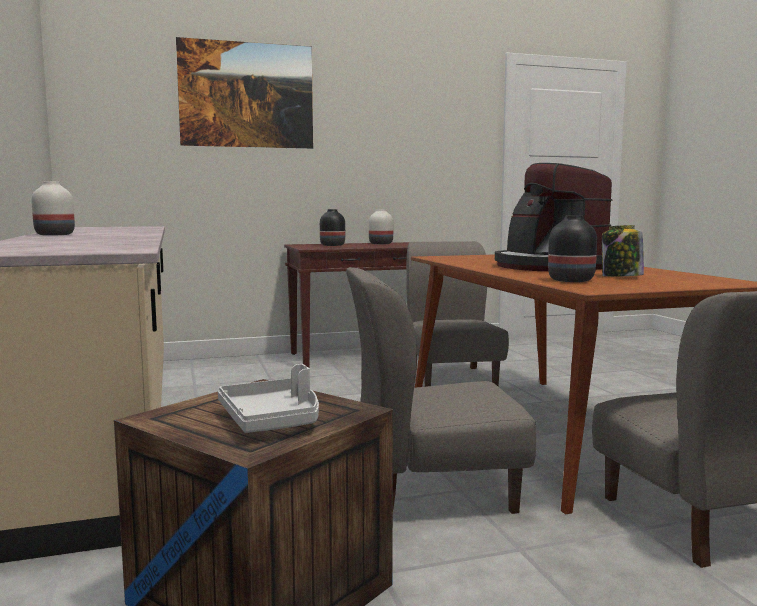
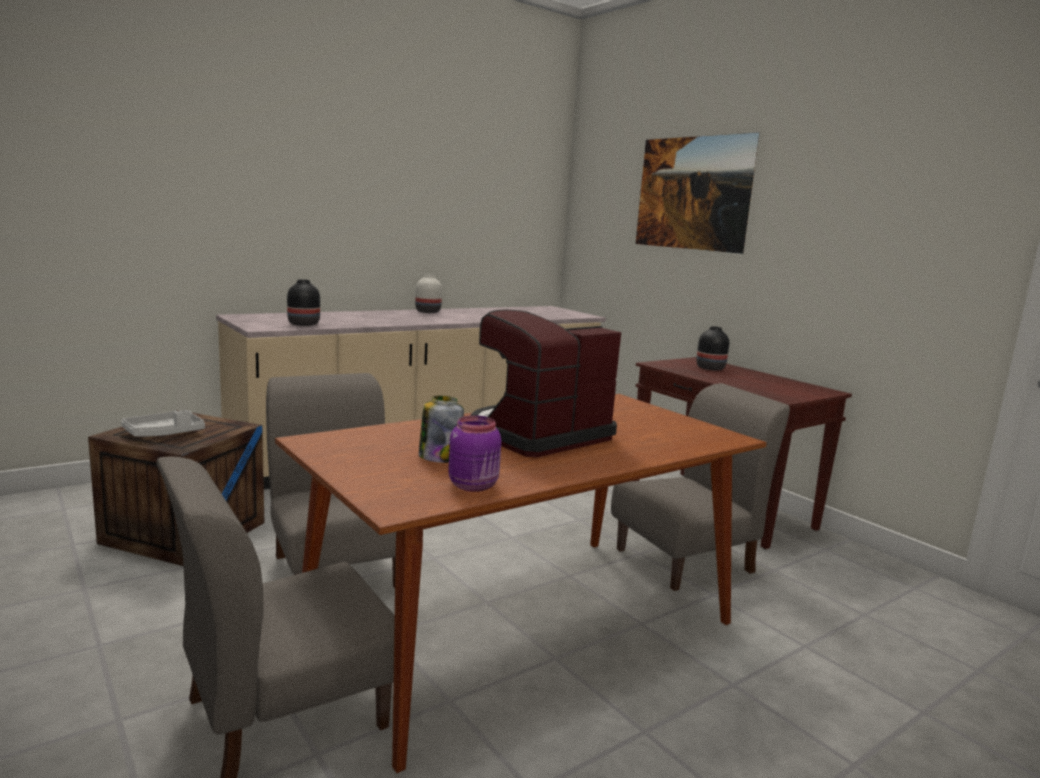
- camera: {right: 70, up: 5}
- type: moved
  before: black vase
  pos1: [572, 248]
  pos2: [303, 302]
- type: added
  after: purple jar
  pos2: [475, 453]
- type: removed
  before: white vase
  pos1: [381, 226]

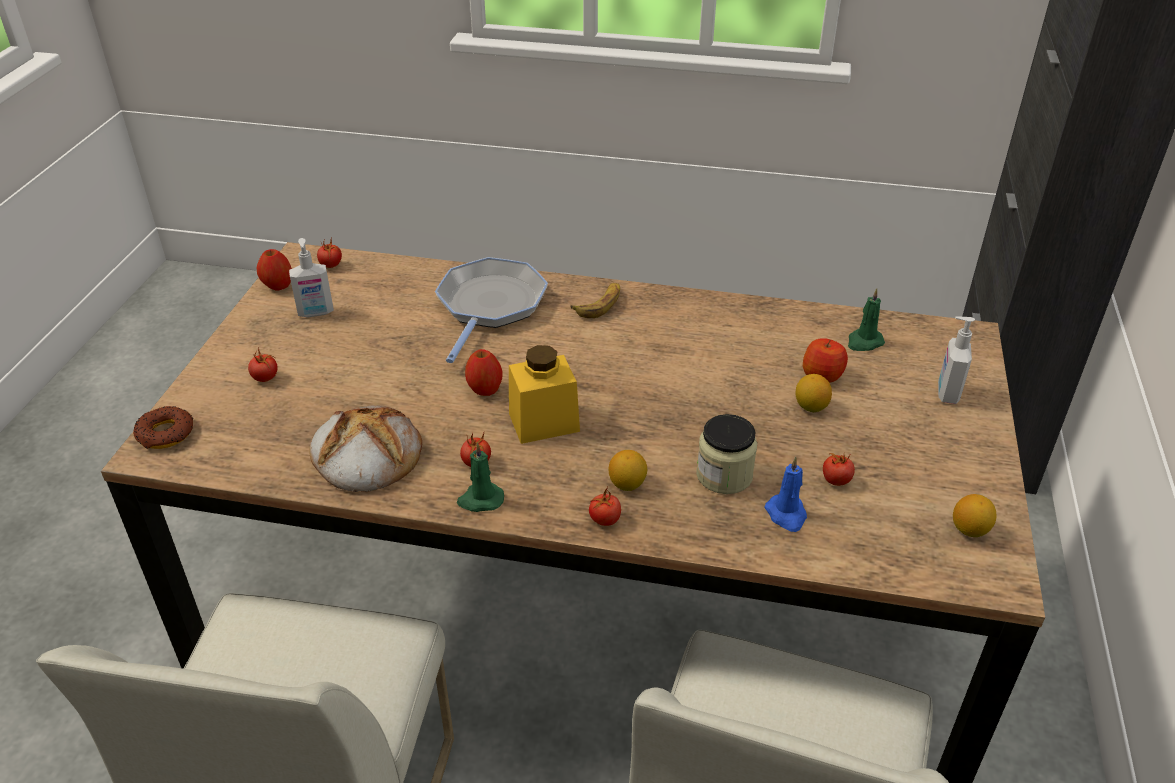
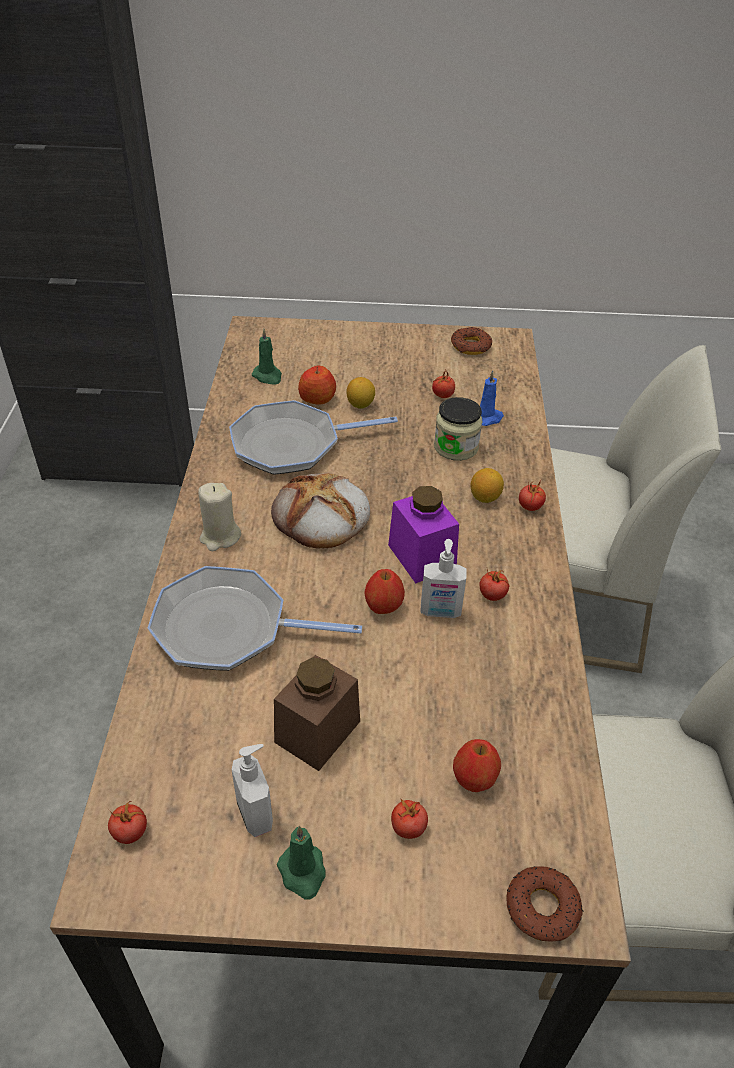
- camera: {right: -100, up: 5}
- type: replaced
  before: banana
  after: beige candle
  pos1: [595, 300]
  pos2: [219, 517]
- type: added
  after: frying pan
  pos2: [313, 437]
- type: moved
  before: bread
  pos1: [365, 449]
  pos2: [320, 511]
- type: added
  after: brown jar
  pos2: [317, 713]
- type: moved
  before: green candle
  pos1: [480, 477]
  pos2: [301, 863]
- type: recoloured
  before: yellow jar
  after: purple jar
  pos1: [544, 394]
  pos2: [423, 534]
- type: moved
  before: soap dispenser
  pos1: [956, 360]
  pos2: [443, 578]
- type: replaced
  before: lemon
  after: donut
  pos1: [975, 515]
  pos2: [471, 341]
- type: moved
  before: apple
  pos1: [274, 269]
  pos2: [477, 765]

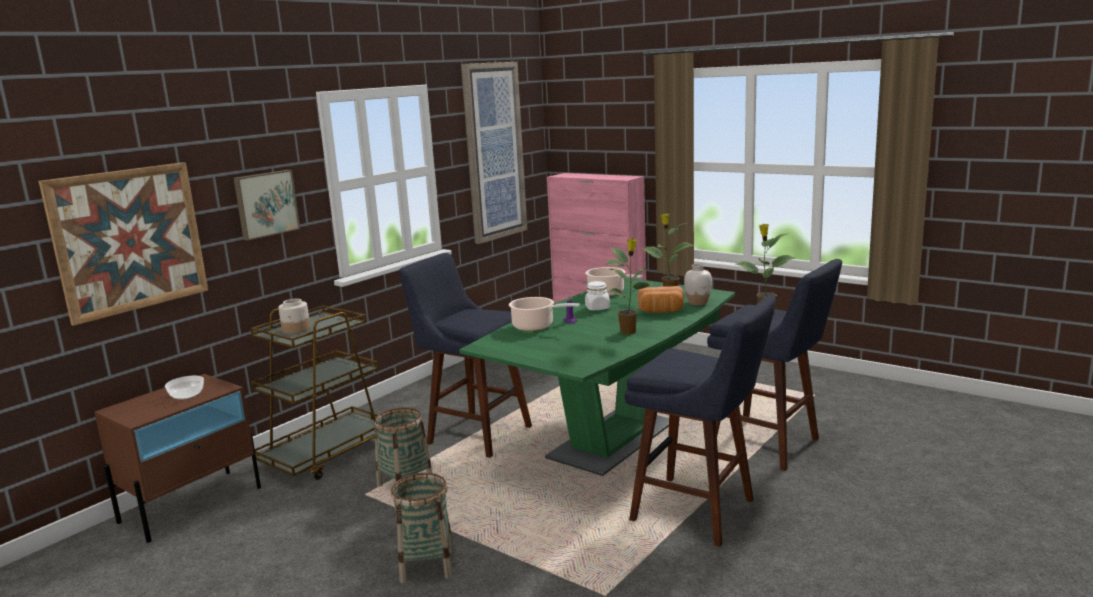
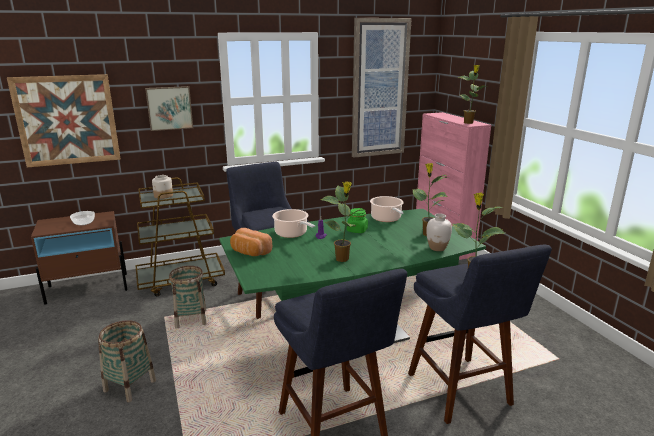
- camera: {right: 30, up: 5}
- type: moved
  before: bread
  pos1: [660, 299]
  pos2: [251, 242]
- type: recoloured
  before: white jar
  after: green jar
  pos1: [597, 295]
  pos2: [357, 220]
- type: added
  after: potted plant
  pos2: [473, 94]

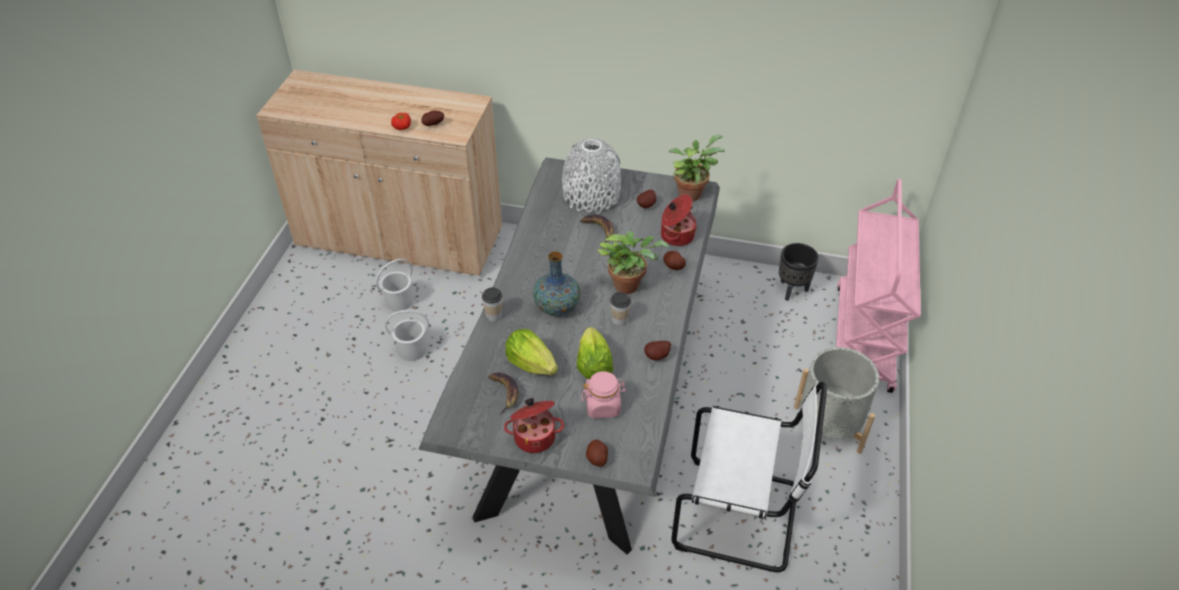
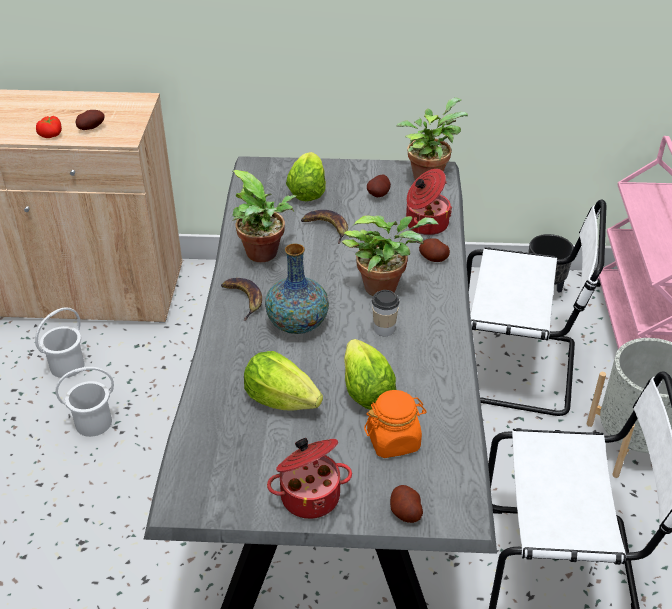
- camera: {right: -10, up: -5}
- type: moved
  before: banana
  pos1: [503, 393]
  pos2: [241, 299]
- type: added
  after: potted plant
  pos2: [264, 216]
- type: replaced
  before: white vase
  after: lettuce
  pos1: [591, 176]
  pos2: [306, 176]
- type: recoloured
  before: pink jar
  after: orange jar
  pos1: [603, 394]
  pos2: [395, 424]
- type: added
  after: white chair
  pos2: [536, 307]
- type: removed
  before: cup
  pos1: [492, 304]
- type: removed
  before: potato
  pos1: [657, 350]

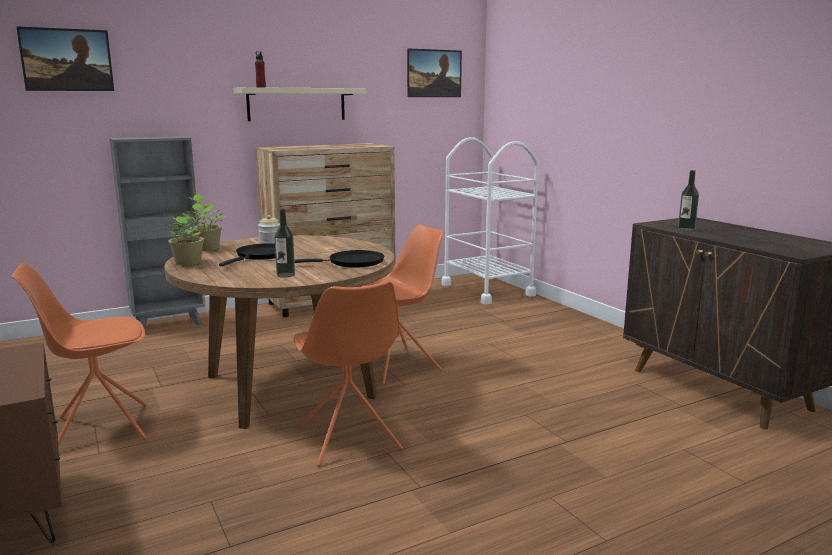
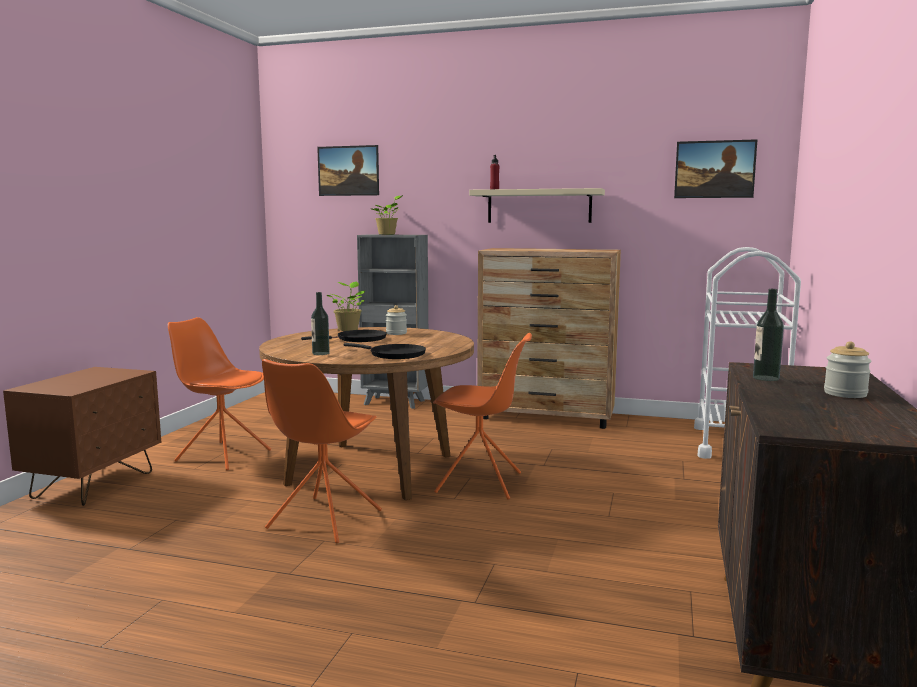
- camera: {right: 45, up: -5}
- type: moved
  before: potted plant
  pos1: [187, 234]
  pos2: [387, 215]
- type: added
  after: jar
  pos2: [848, 369]

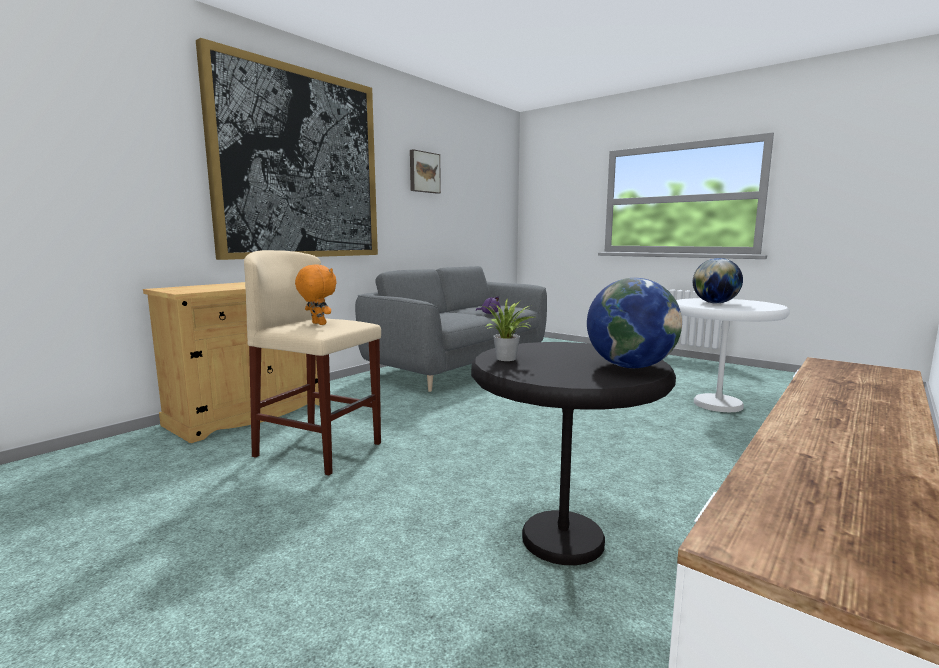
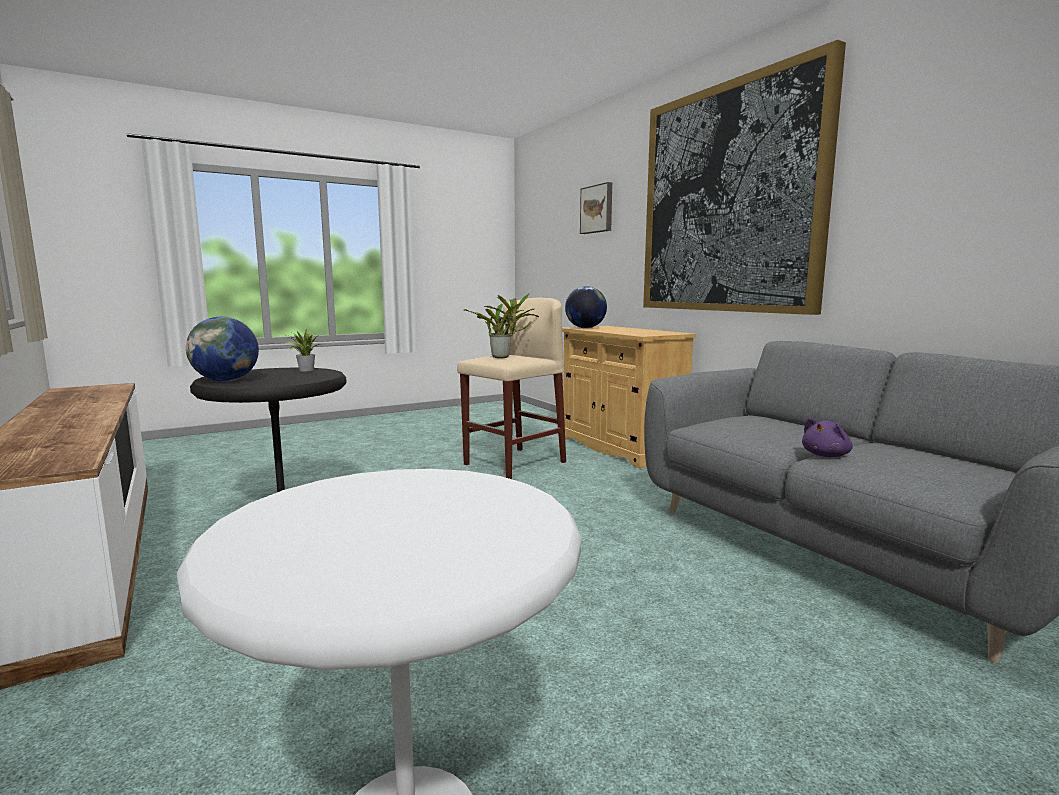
- camera: {right: 110, up: 0}
- type: replaced
  before: orange plush toy
  after: potted plant
  pos1: [316, 294]
  pos2: [501, 325]
- type: moved
  before: globe
  pos1: [718, 281]
  pos2: [586, 307]
- type: moved
  before: picture
  pos1: [425, 171]
  pos2: [596, 208]

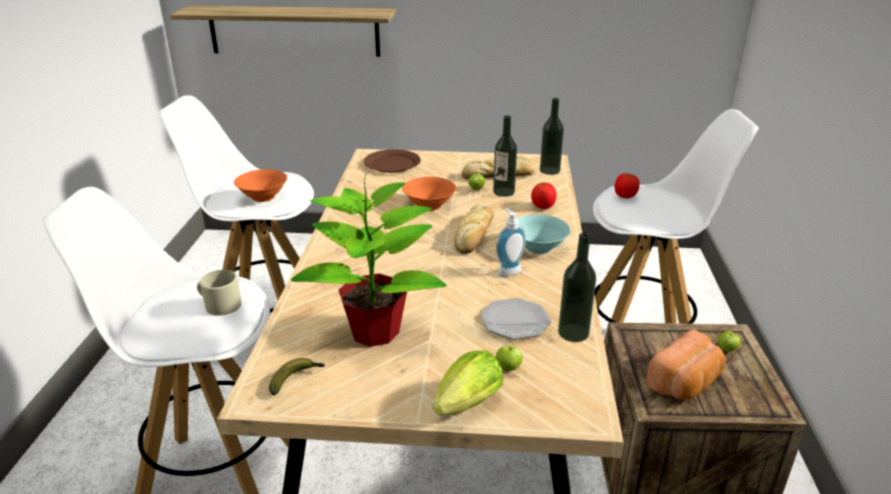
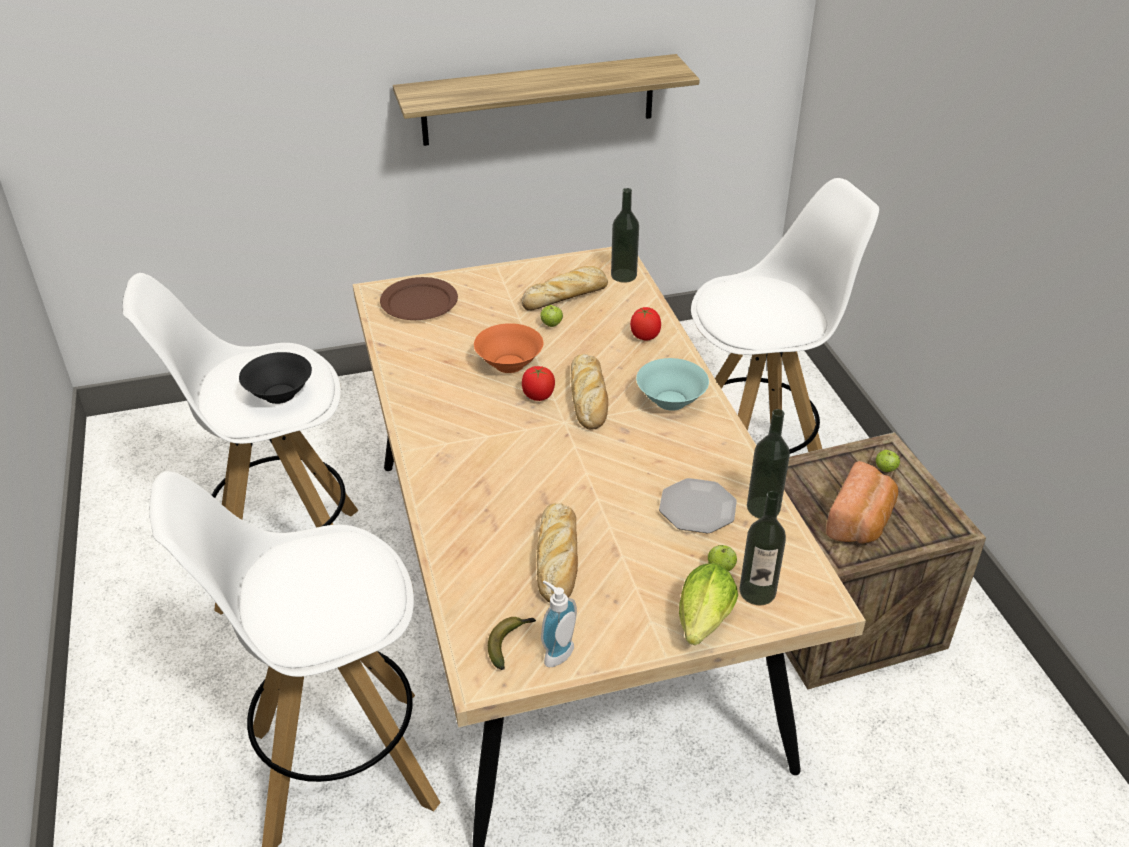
- camera: {right: -20, up: 10}
- type: recoloured
  before: orange bowl
  after: black bowl
  pos1: [260, 185]
  pos2: [275, 378]
- type: moved
  before: shelf
  pos1: [283, 31]
  pos2: [546, 100]
- type: moved
  before: tomato
  pos1: [627, 185]
  pos2: [538, 383]
- type: replaced
  before: potted plant
  after: bread
  pos1: [368, 261]
  pos2: [557, 553]
- type: moved
  before: soap dispenser
  pos1: [511, 242]
  pos2: [559, 624]
- type: moved
  before: bottle
  pos1: [505, 156]
  pos2: [763, 548]
- type: removed
  before: beige mug
  pos1: [219, 293]

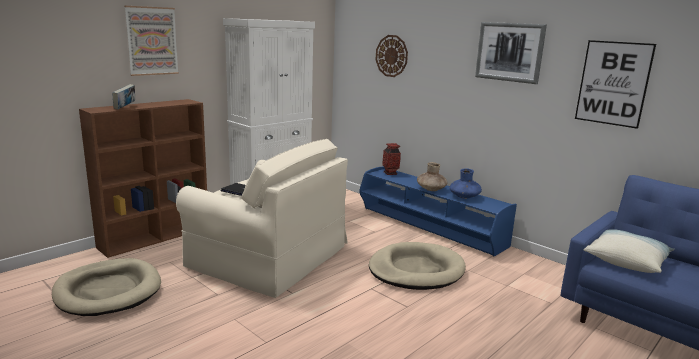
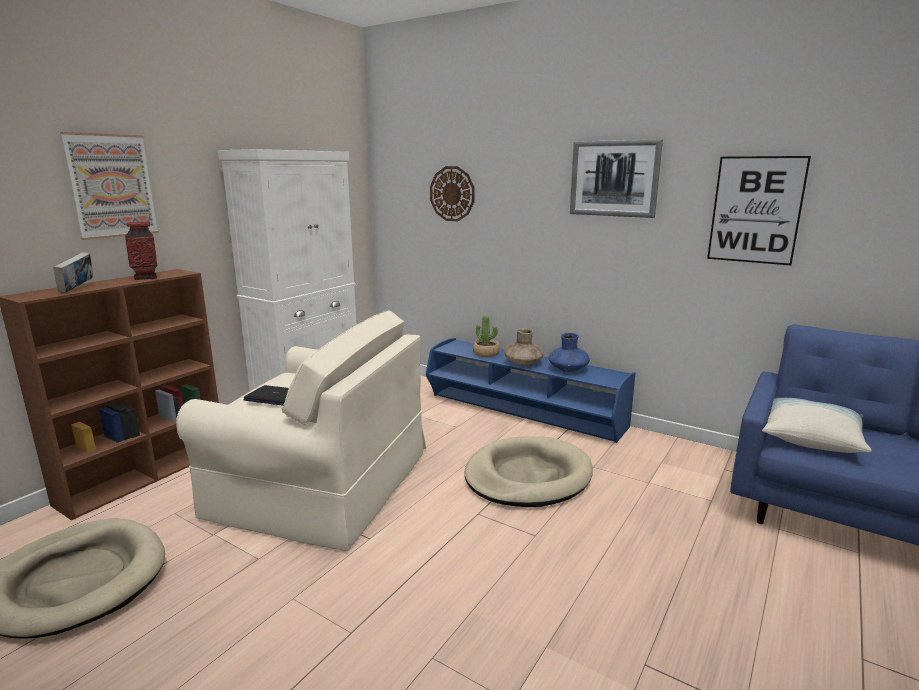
- camera: {right: -10, up: 0}
- type: moved
  before: vase
  pos1: [391, 159]
  pos2: [141, 250]
- type: added
  after: potted plant
  pos2: [486, 336]

